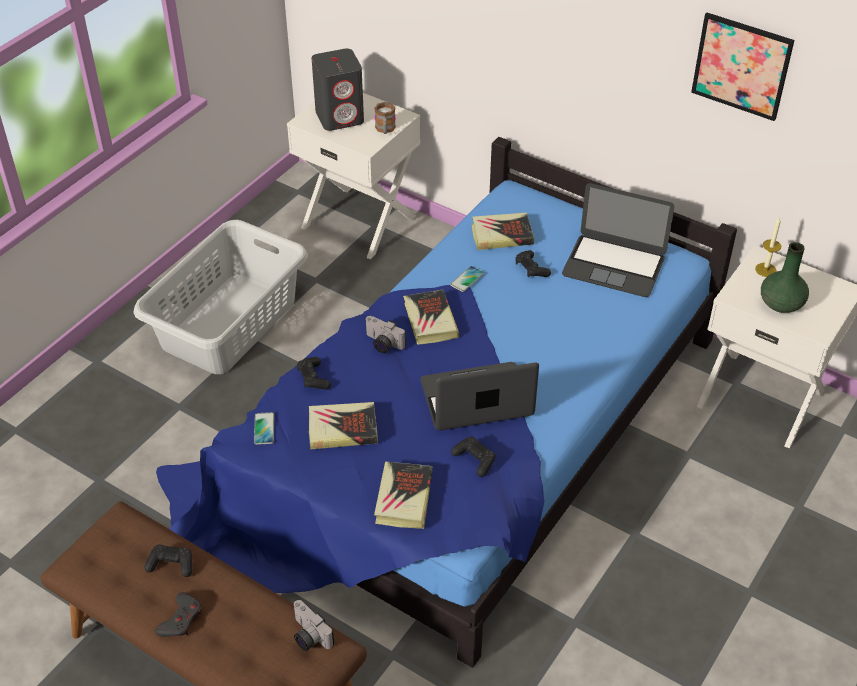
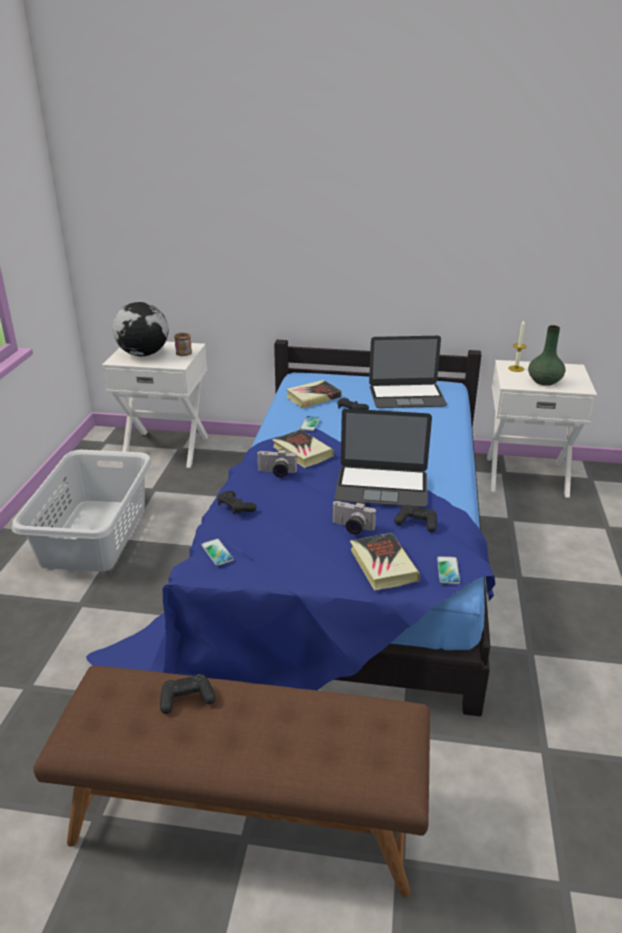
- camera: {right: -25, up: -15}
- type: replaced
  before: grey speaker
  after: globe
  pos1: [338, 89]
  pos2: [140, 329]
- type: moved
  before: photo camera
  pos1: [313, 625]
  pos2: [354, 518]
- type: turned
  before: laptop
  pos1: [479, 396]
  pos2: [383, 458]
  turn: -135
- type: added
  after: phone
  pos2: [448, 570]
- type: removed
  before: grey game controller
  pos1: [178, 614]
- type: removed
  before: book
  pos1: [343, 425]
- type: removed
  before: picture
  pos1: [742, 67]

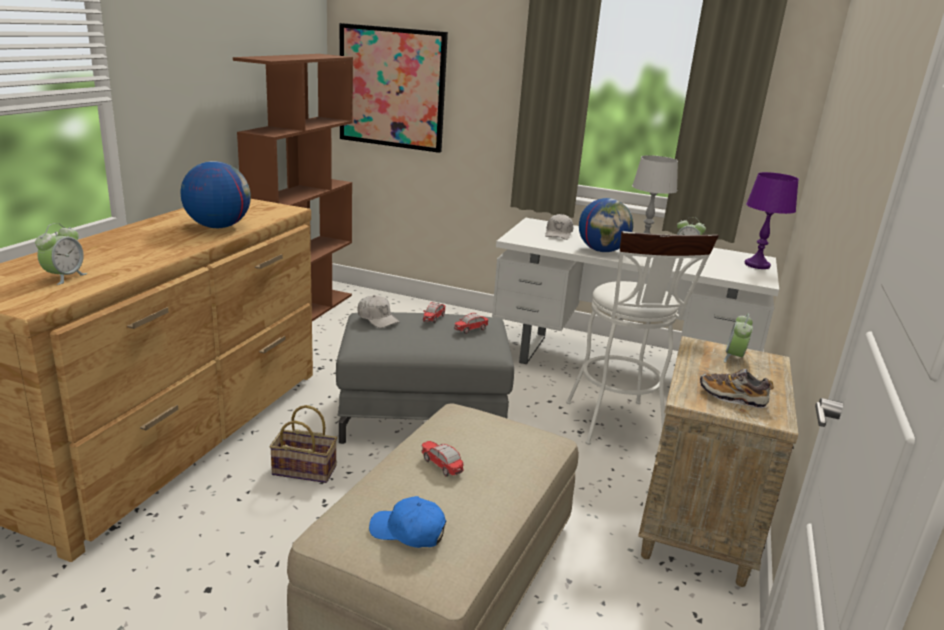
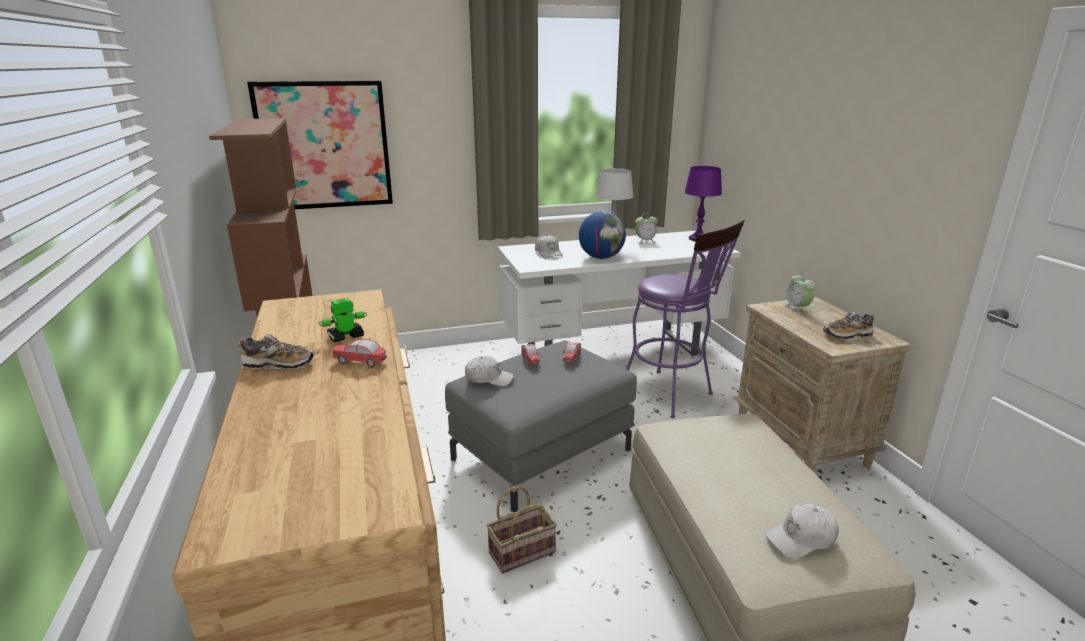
- camera: {right: -35, up: 0}
- type: added
  after: shoe
  pos2: [276, 351]
- type: replaced
  before: globe
  after: toy robot
  pos1: [216, 194]
  pos2: [342, 320]
- type: moved
  before: toy car
  pos1: [442, 459]
  pos2: [359, 353]
- type: recoloured
  before: white stool
  after: purple stool
  pos1: [642, 338]
  pos2: [685, 319]
- type: recoloured
  before: blue cap
  after: white cap
  pos1: [407, 522]
  pos2: [802, 531]
- type: removed
  before: alarm clock
  pos1: [61, 254]

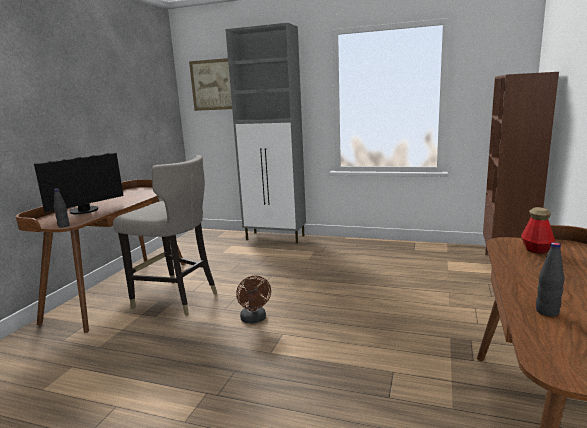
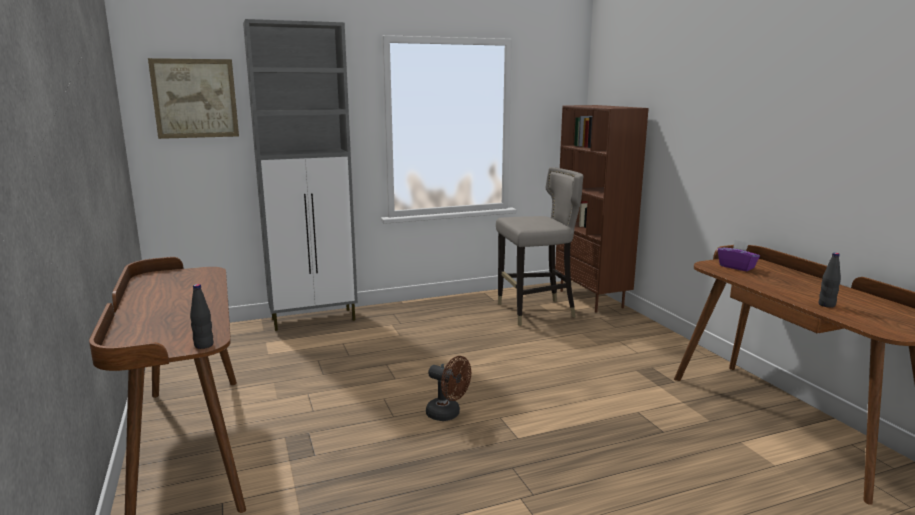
- camera: {right: -40, up: 0}
- type: moved
  before: grey stool
  pos1: [165, 235]
  pos2: [539, 246]
- type: replaced
  before: bottle
  after: purple tissue box
  pos1: [538, 230]
  pos2: [739, 255]
- type: removed
  before: monitor
  pos1: [79, 183]

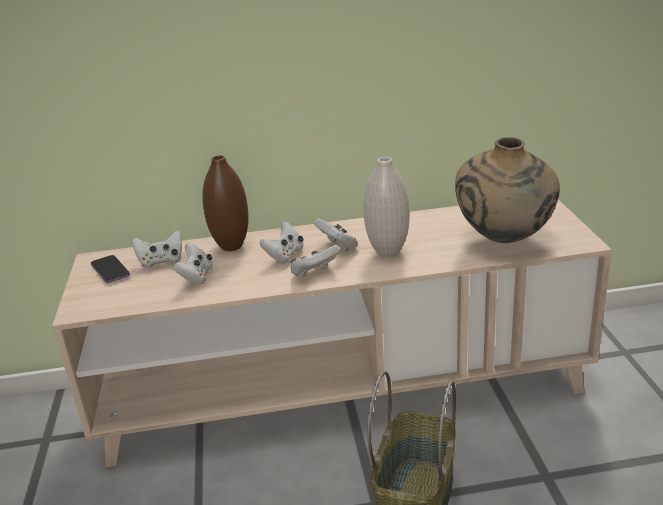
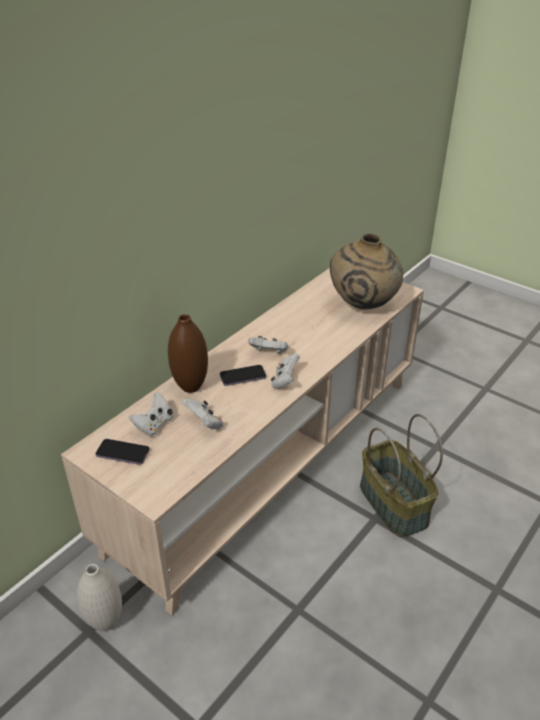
- camera: {right: -45, up: 10}
- type: moved
  before: white vase
  pos1: [386, 207]
  pos2: [99, 597]
- type: replaced
  before: white game controller
  after: phone
  pos1: [281, 242]
  pos2: [243, 375]

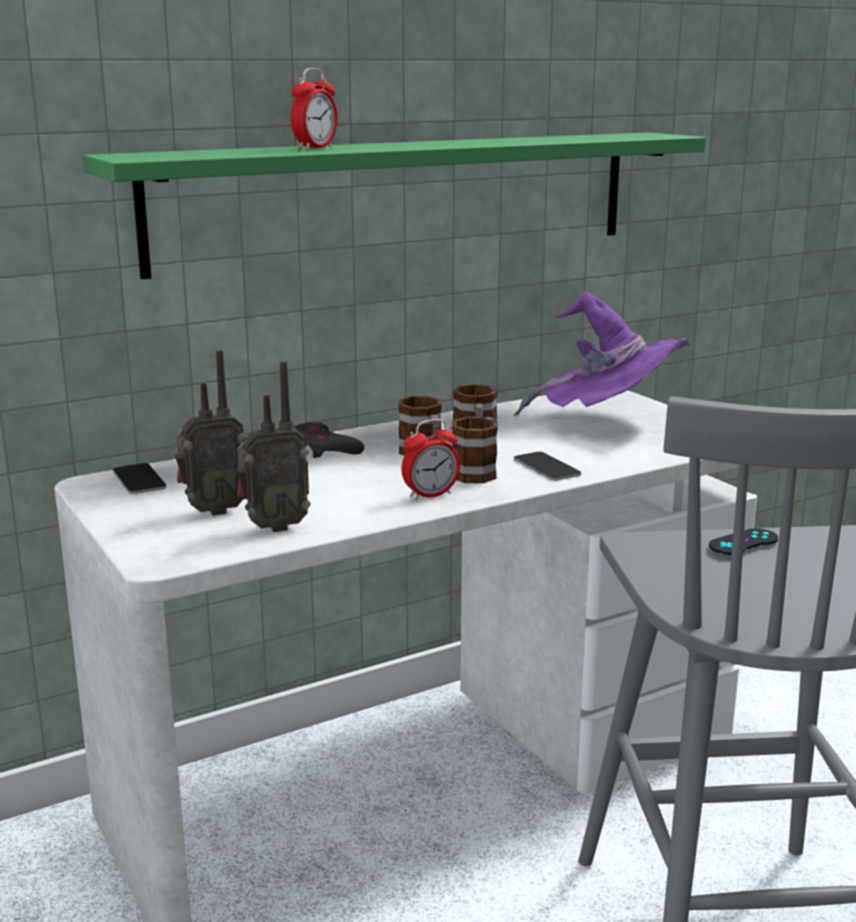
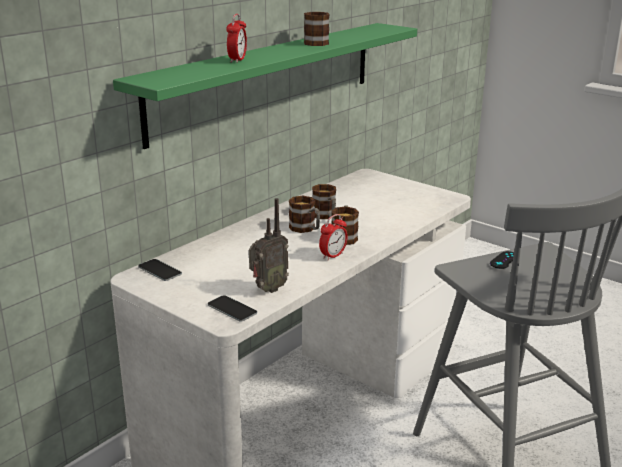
- camera: {right: -20, up: 5}
- type: moved
  before: phone
  pos1: [547, 466]
  pos2: [232, 308]
- type: added
  after: mug
  pos2: [317, 29]
- type: removed
  before: radio
  pos1: [210, 433]
- type: removed
  before: grey game controller
  pos1: [328, 440]
- type: removed
  before: purple hat
  pos1: [602, 353]

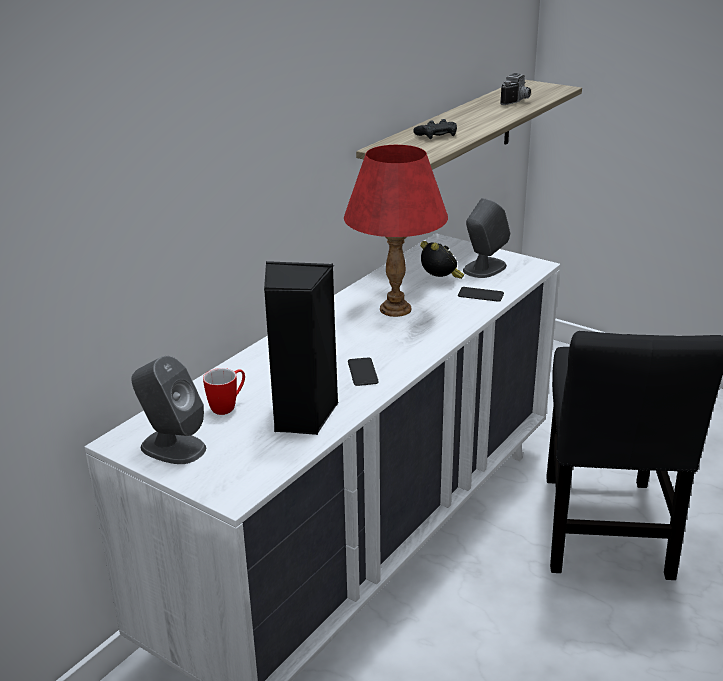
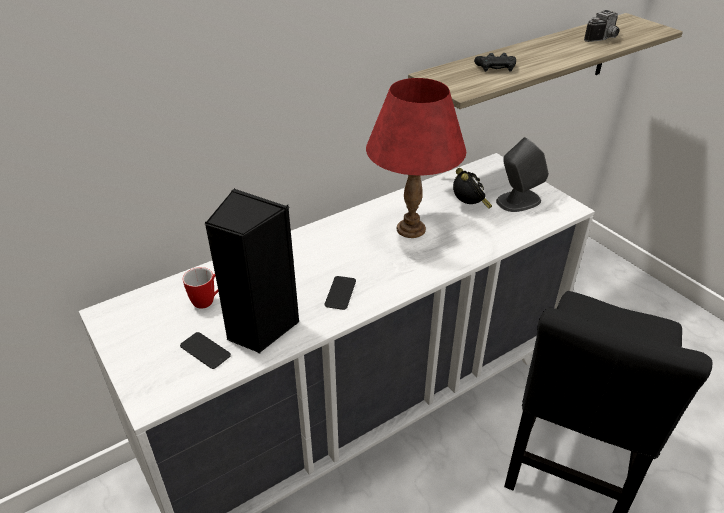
- camera: {right: 20, up: 10}
- type: moved
  before: phone
  pos1: [481, 294]
  pos2: [205, 350]
- type: removed
  before: grey speaker
  pos1: [168, 410]

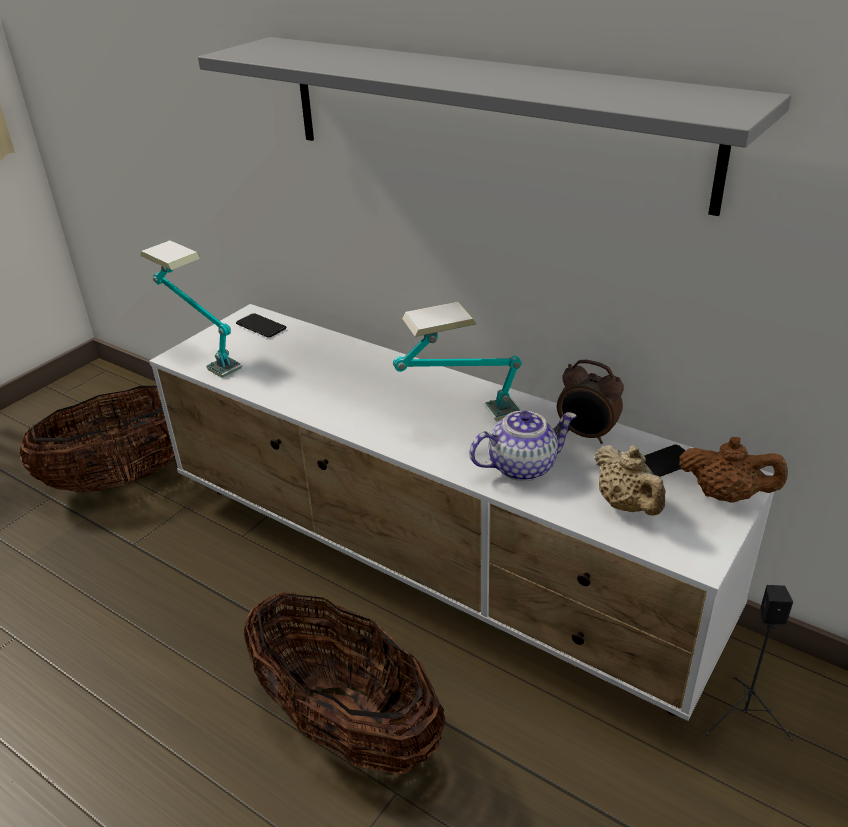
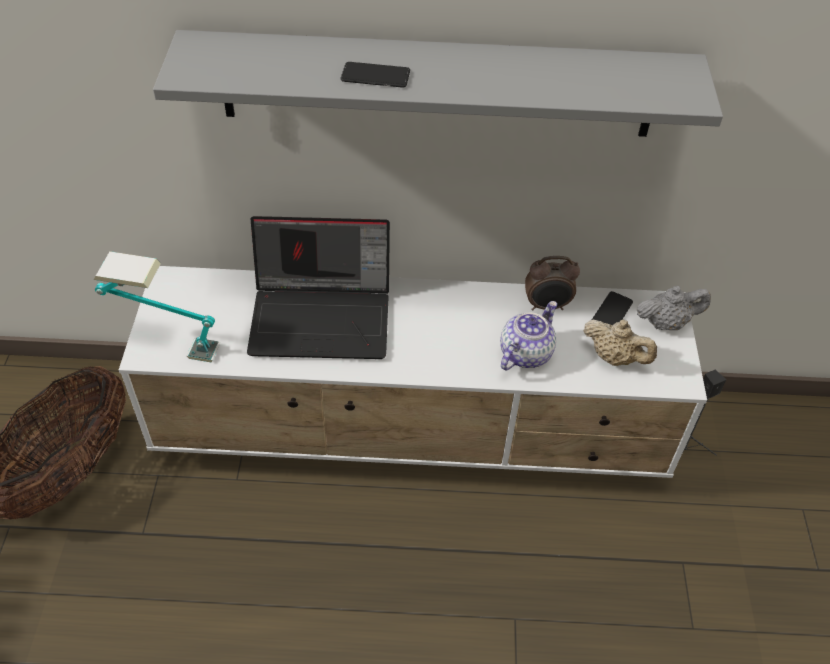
- camera: {right: -35, up: 15}
- type: added
  after: laptop
  pos2: [318, 287]
- type: moved
  before: phone
  pos1: [261, 325]
  pos2: [375, 75]
- type: recoloured
  before: brown teapot
  after: grey teapot
  pos1: [733, 470]
  pos2: [673, 308]
- type: removed
  before: basket
  pos1: [344, 683]
- type: removed
  before: table lamp
  pos1: [457, 361]

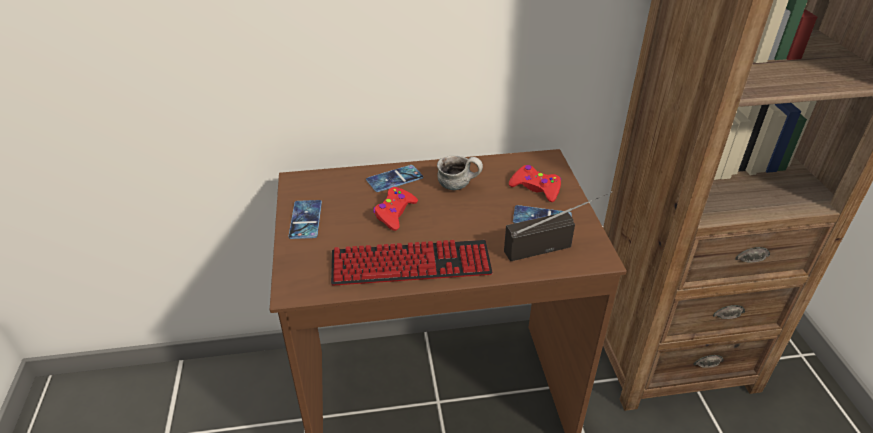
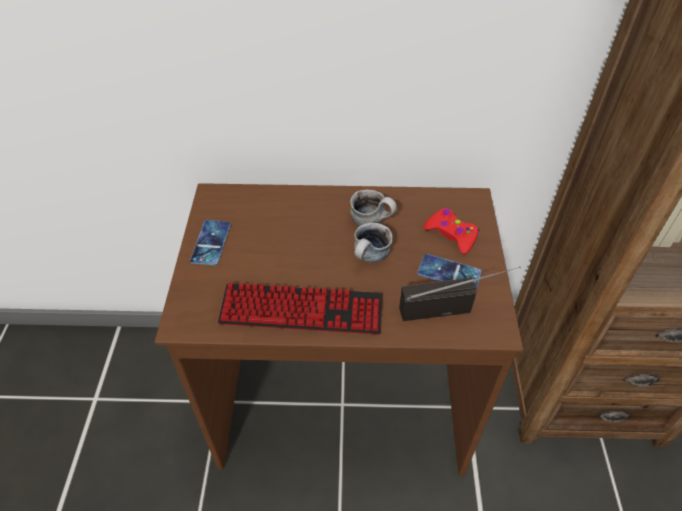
- camera: {right: 10, up: 10}
- type: added
  after: mug
  pos2: [373, 243]
- type: removed
  before: phone
  pos1: [394, 178]
- type: removed
  before: red game controller
  pos1: [395, 209]

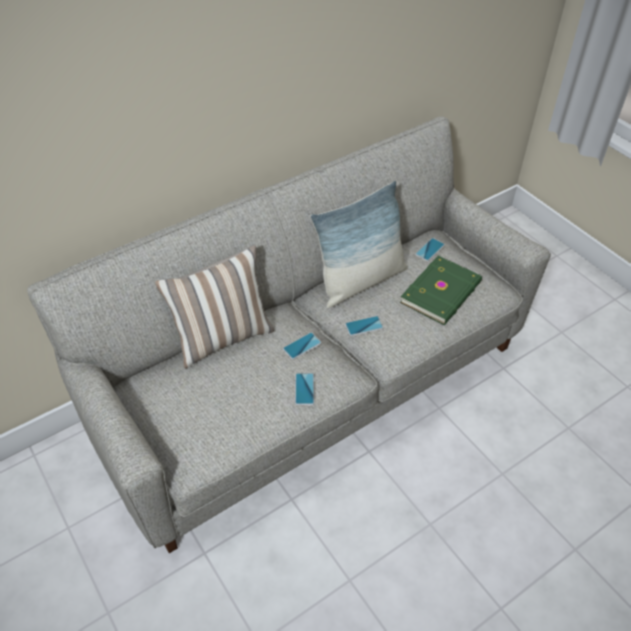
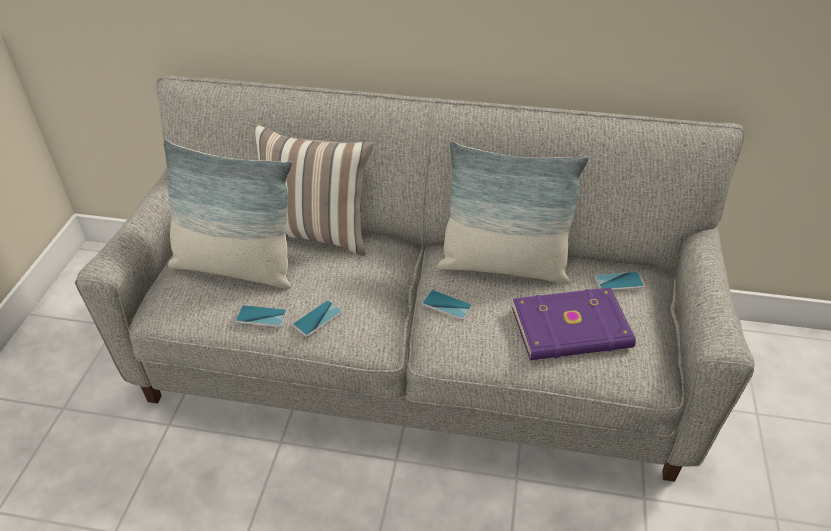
- camera: {right: 45, up: -5}
- type: added
  after: pillow
  pos2: [228, 214]
- type: moved
  before: phone
  pos1: [302, 346]
  pos2: [261, 316]
- type: recoloured
  before: green book
  after: purple book
  pos1: [441, 290]
  pos2: [574, 323]

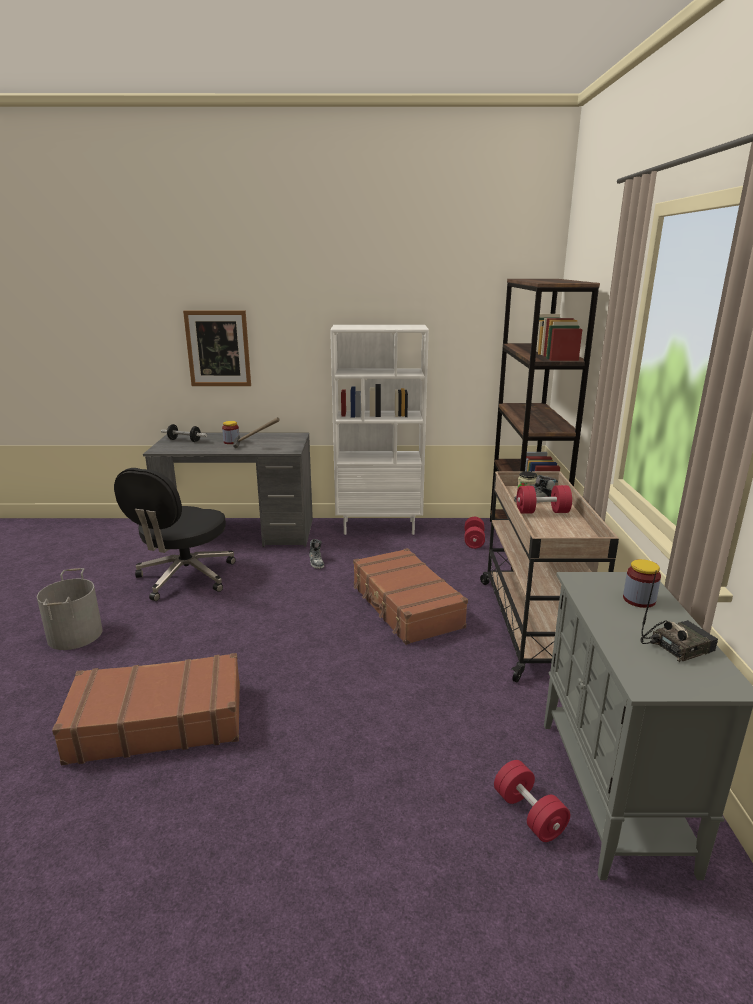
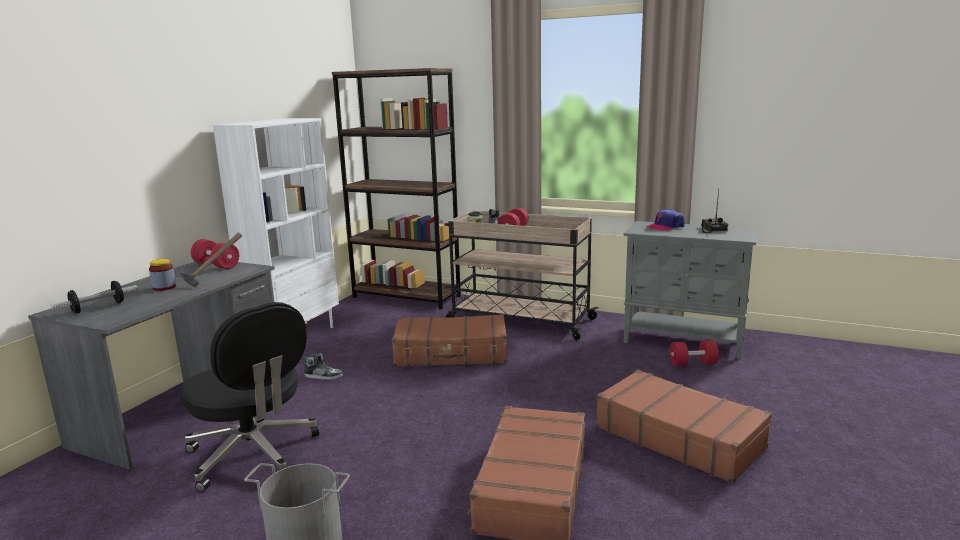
- camera: {right: -65, up: -5}
- type: moved
  before: red dumbbell
  pos1: [474, 533]
  pos2: [215, 254]
- type: added
  after: brown suitcase
  pos2: [684, 427]
- type: replaced
  before: jar
  after: cap
  pos1: [642, 583]
  pos2: [665, 220]
- type: removed
  before: picture
  pos1: [217, 348]

